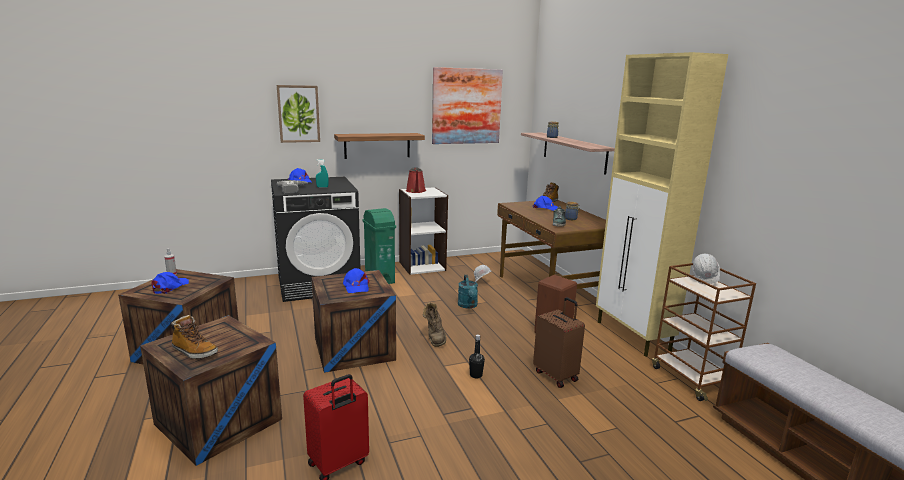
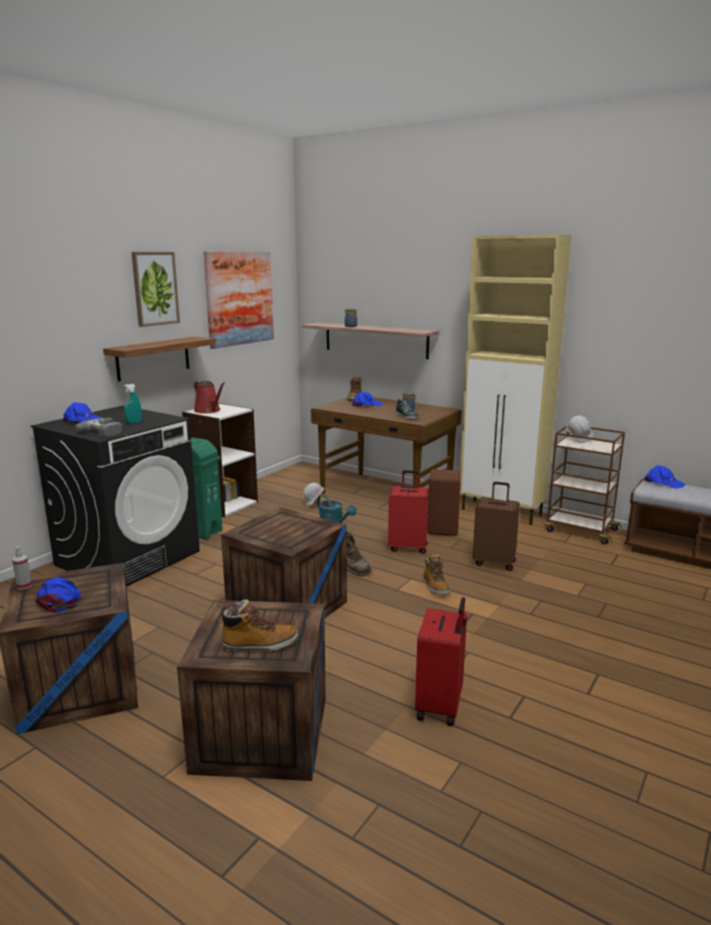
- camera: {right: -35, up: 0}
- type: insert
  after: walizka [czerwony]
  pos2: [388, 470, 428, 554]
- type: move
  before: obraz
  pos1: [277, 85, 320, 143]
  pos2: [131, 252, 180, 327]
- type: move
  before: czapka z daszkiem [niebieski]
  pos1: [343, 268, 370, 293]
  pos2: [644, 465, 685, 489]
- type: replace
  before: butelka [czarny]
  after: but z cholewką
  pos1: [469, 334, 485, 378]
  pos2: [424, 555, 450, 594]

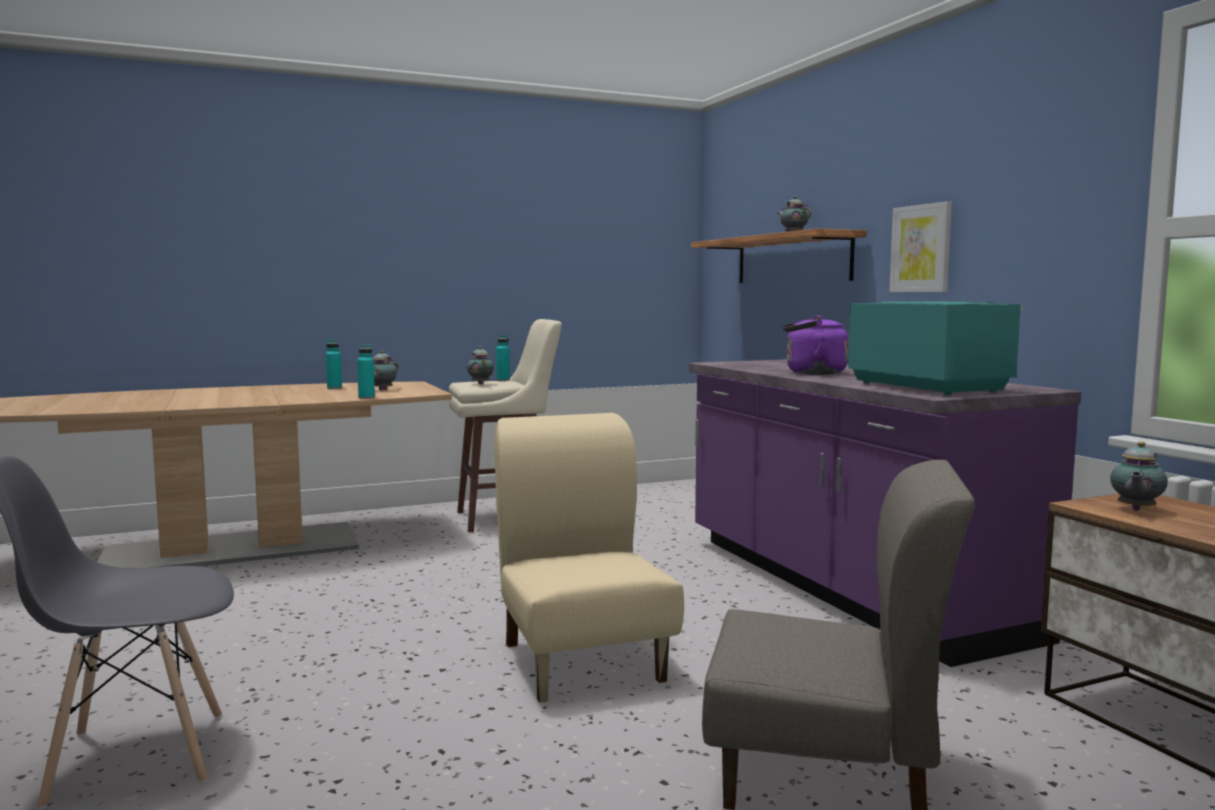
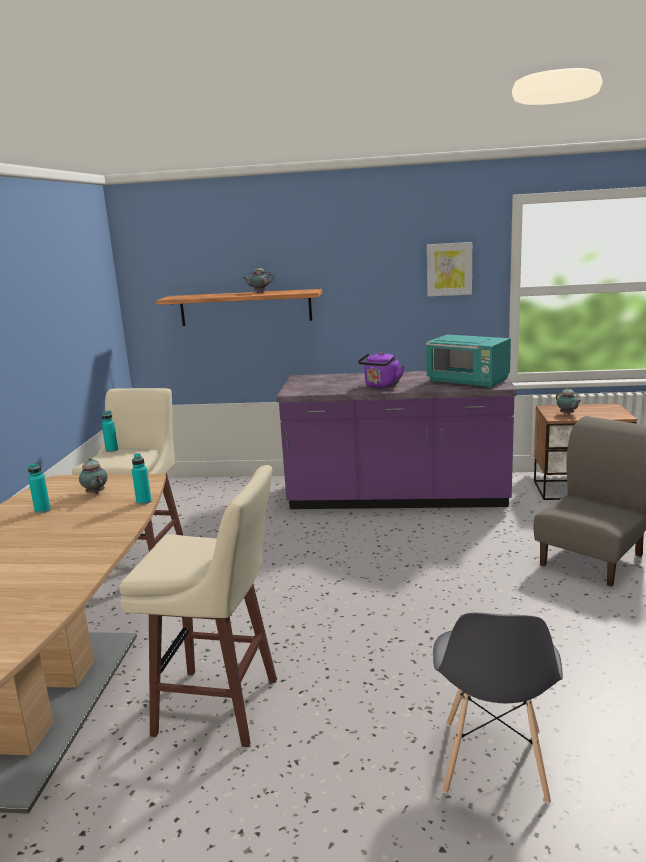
- camera: {right: -60, up: 10}
- type: delete
  before: imbryk
  pos1: [467, 346, 494, 384]
- type: delete
  before: krzesło [beżowy]
  pos1: [495, 413, 684, 703]
- type: insert
  after: stołek [beżowy]
  pos2: [119, 465, 277, 747]
- type: move
  before: obraz
  pos1: [890, 201, 952, 292]
  pos2: [427, 242, 472, 296]
- type: rotate
  before: mikrofalówka [turkusowy]
  pos1: [848, 302, 1023, 395]
  pos2: [426, 335, 511, 388]
  turn: -150

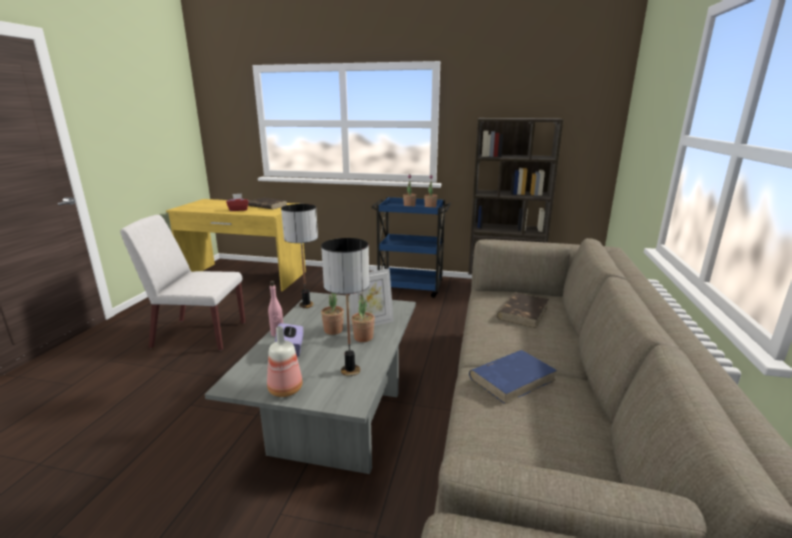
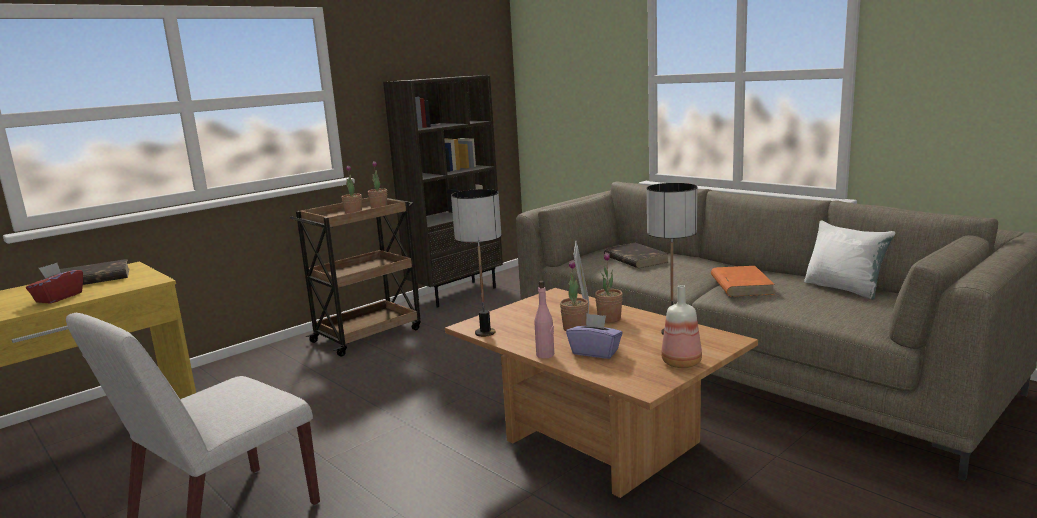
- camera: {right: -55, up: -5}
- type: insert
  after: poduszka [biały]
  pos2: [804, 221, 895, 300]
- type: recolor
  before: ława [szary]
  after: ława [brązowy]
  pos1: [205, 292, 416, 474]
  pos2: [445, 288, 758, 498]
- type: recolor
  before: wózek [niebieski]
  after: wózek [brązowy]
  pos1: [371, 197, 451, 298]
  pos2: [290, 198, 421, 357]
- type: recolor
  before: książka [niebieski]
  after: książka [pomarańczowy]
  pos1: [469, 350, 557, 404]
  pos2: [711, 266, 775, 297]

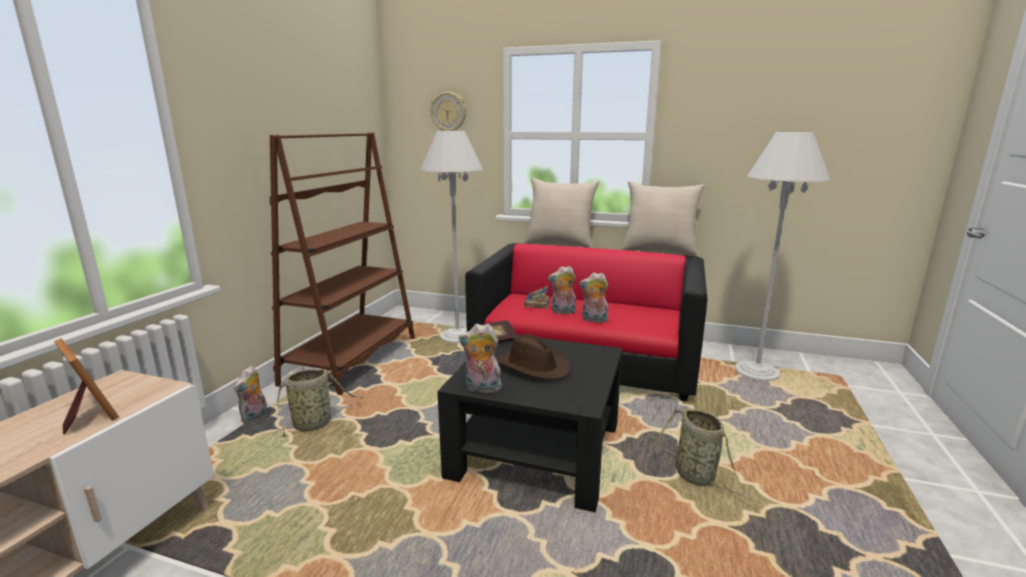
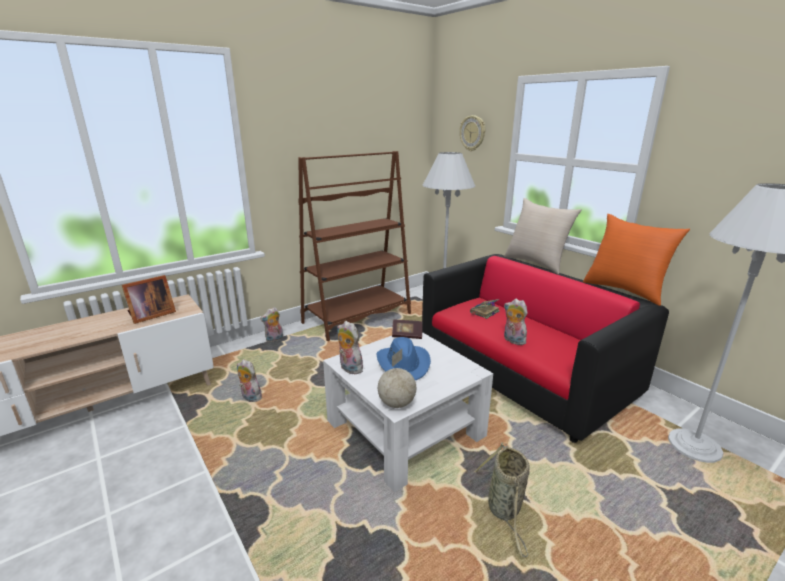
- camera: {right: 35, up: 5}
- type: delete
  before: koszyk
  pos1: [272, 369, 364, 437]
- type: insert
  after: globus
  pos2: [378, 349, 416, 408]
- type: move
  before: pluszak
  pos1: [548, 266, 576, 314]
  pos2: [237, 359, 262, 402]
- type: recolor
  before: ława [czarny]
  after: ława [biały]
  pos1: [437, 335, 622, 512]
  pos2: [323, 332, 493, 492]
- type: recolor
  before: kapelusz [brązowy]
  after: kapelusz [niebieski]
  pos1: [496, 334, 571, 380]
  pos2: [376, 337, 431, 380]
- type: recolor
  before: poduszka [beżowy]
  after: poduszka [pomarańczowy]
  pos1: [621, 181, 705, 257]
  pos2: [583, 214, 690, 306]
- type: rotate
  before: ramka na zdjęcie
  pos1: [54, 339, 119, 434]
  pos2: [122, 275, 176, 324]
  turn: 60

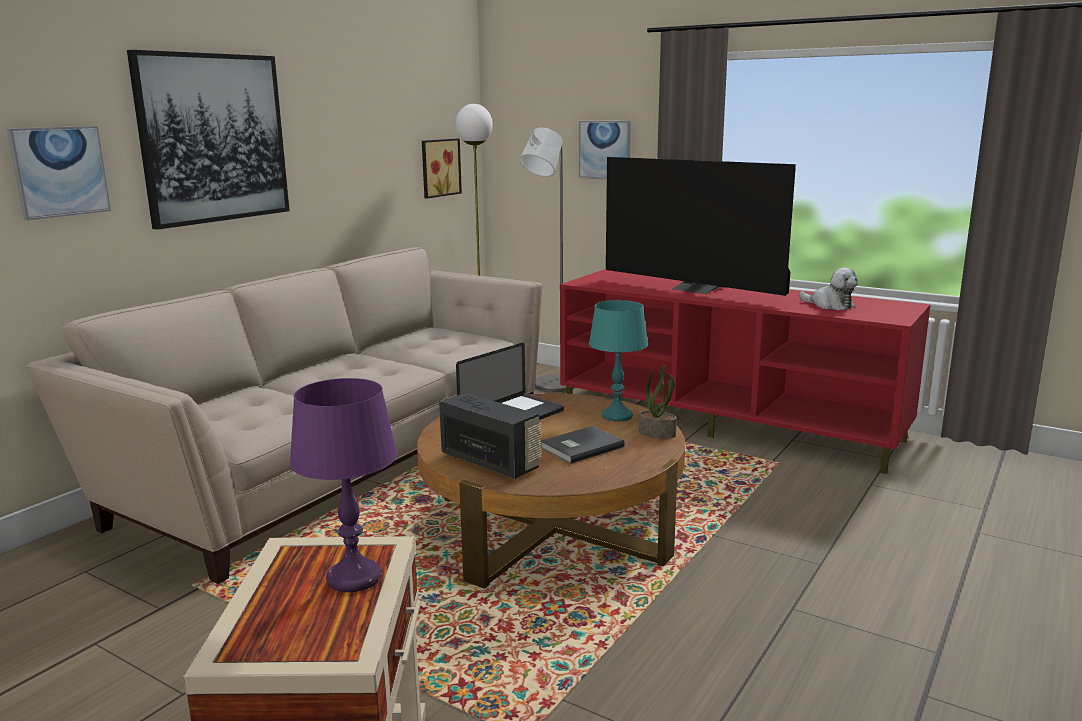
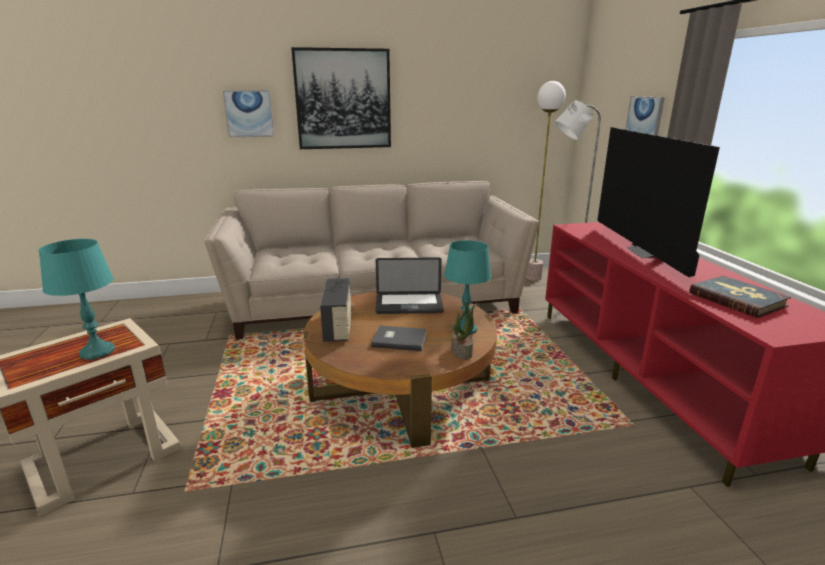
- camera: {right: 45, up: 5}
- type: delete
  before: obraz
  pos1: [422, 138, 462, 199]
- type: replace
  before: pluszak
  after: książka
  pos1: [799, 268, 858, 310]
  pos2: [689, 276, 791, 318]
- type: recolor
  before: lampa stołowa [fioletowy]
  after: lampa stołowa [turkusowy]
  pos1: [289, 378, 397, 592]
  pos2: [39, 239, 115, 360]

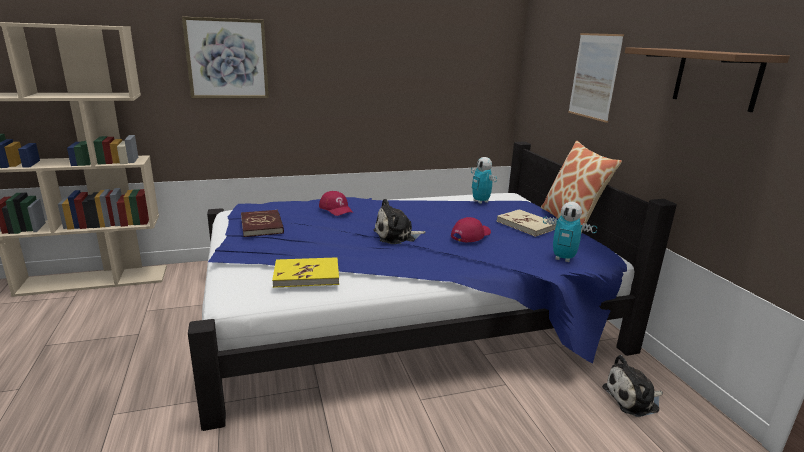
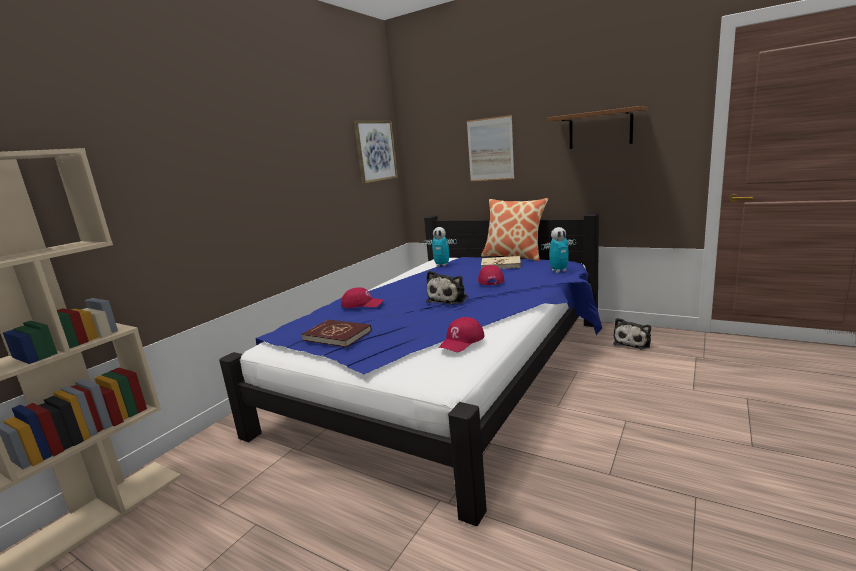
- camera: {right: -40, up: -5}
- type: move
  before: obraz
  pos1: [182, 17, 269, 98]
  pos2: [354, 121, 398, 184]
- type: replace
  before: książka [żółty]
  after: czapka z daszkiem [czerwony]
  pos1: [272, 257, 339, 288]
  pos2: [438, 317, 485, 352]

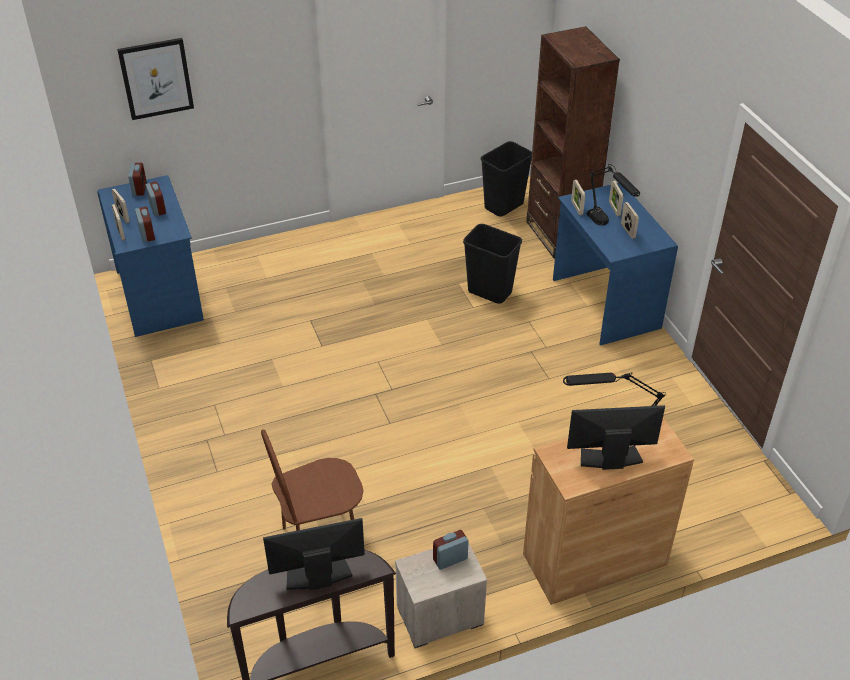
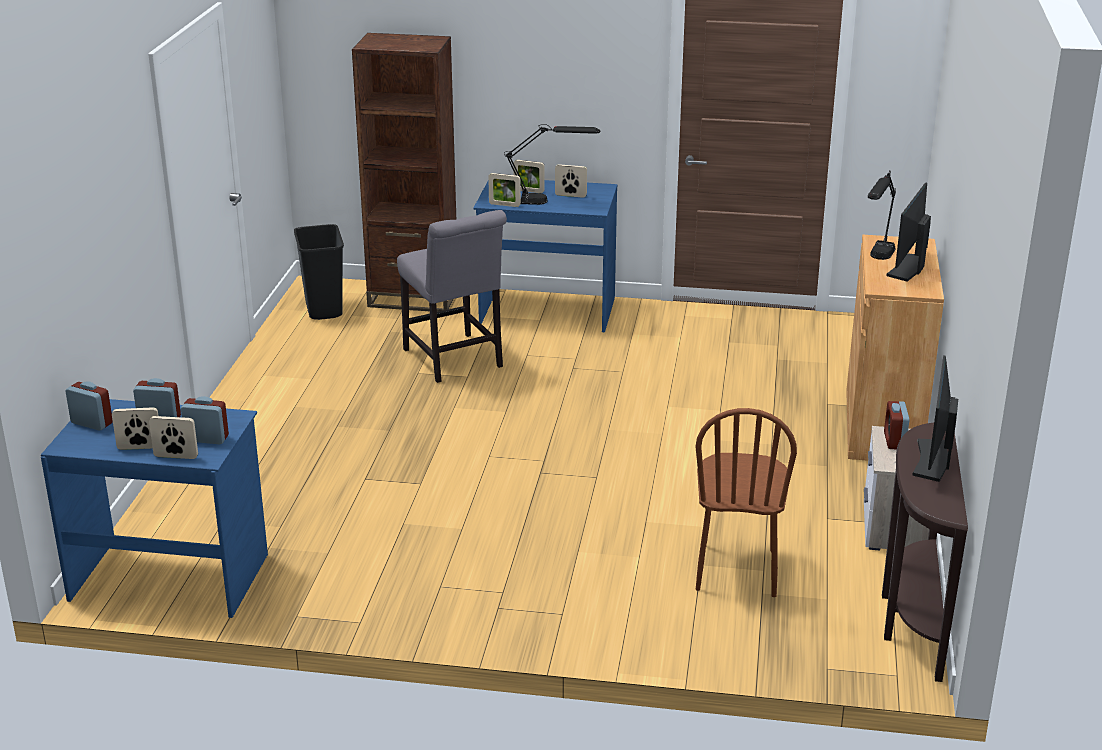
- camera: {right: -60, up: -15}
- type: delete
  before: obraz
  pos1: [117, 38, 194, 120]
- type: replace
  before: kosz na śmieci [czarny]
  after: krzesło [szary]
  pos1: [463, 224, 522, 304]
  pos2: [397, 210, 507, 383]

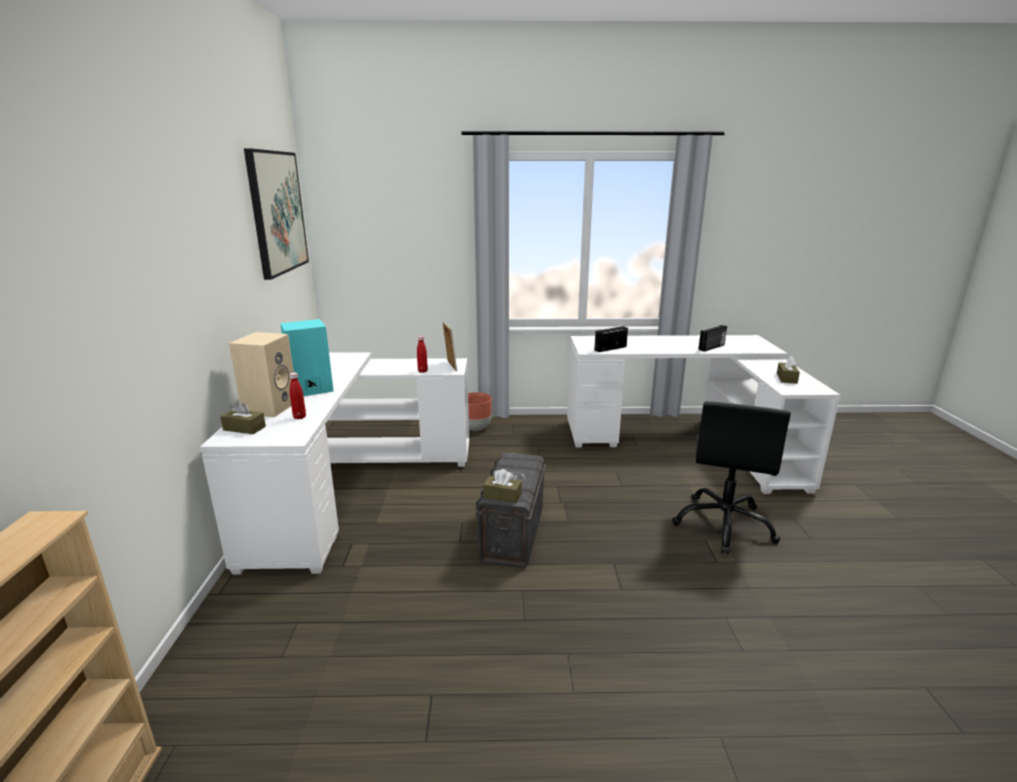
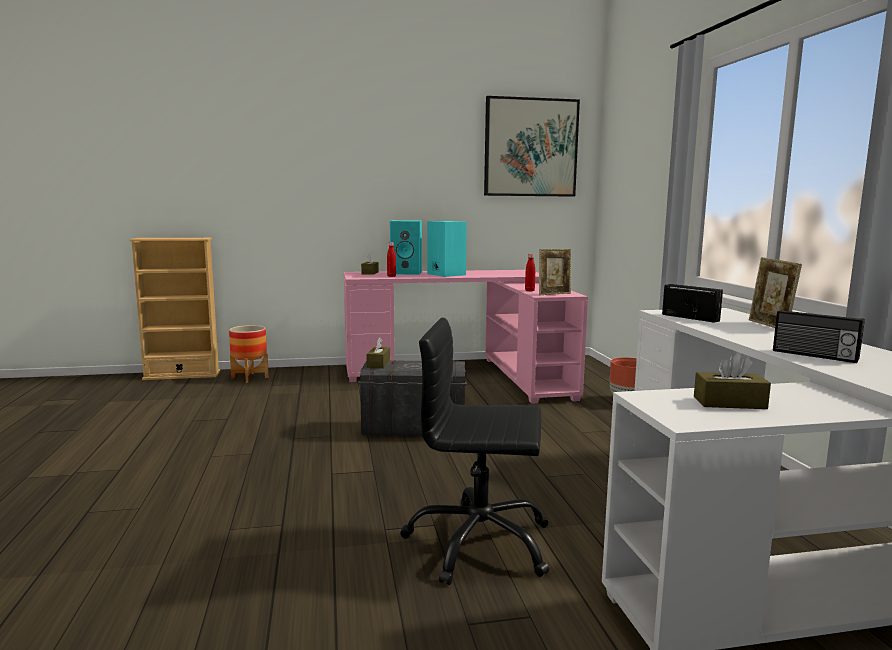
- camera: {right: 80, up: -10}
- type: insert
  after: donica
  pos2: [229, 325, 269, 383]
- type: insert
  after: ramka na zdjęcie
  pos2: [749, 257, 802, 328]
- type: recolor
  before: biurko [biały]
  after: biurko [różowy]
  pos1: [200, 352, 469, 575]
  pos2: [344, 270, 588, 404]
- type: recolor
  before: głośnik [beżowy]
  after: głośnik [turkusowy]
  pos1: [229, 332, 294, 417]
  pos2: [390, 220, 422, 275]

